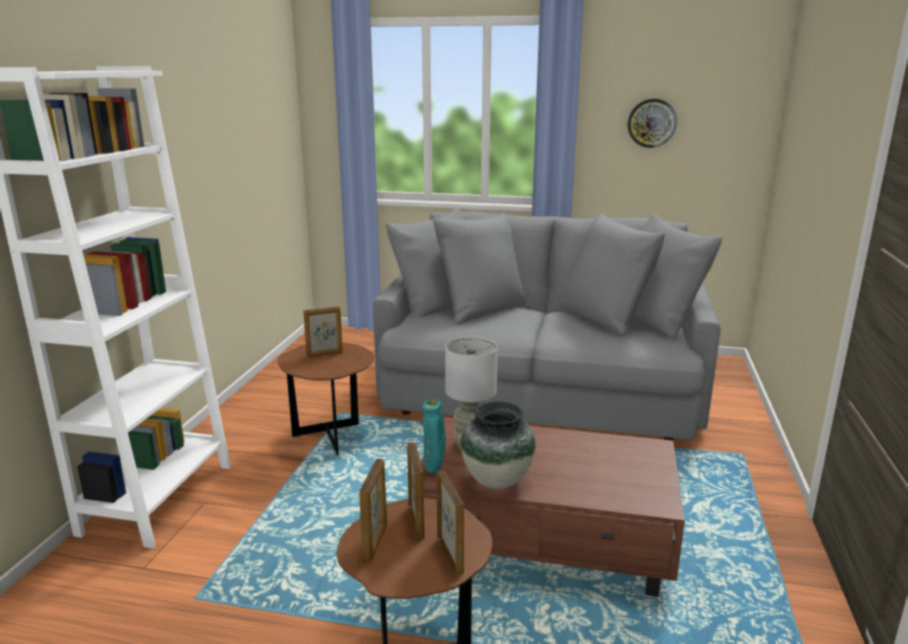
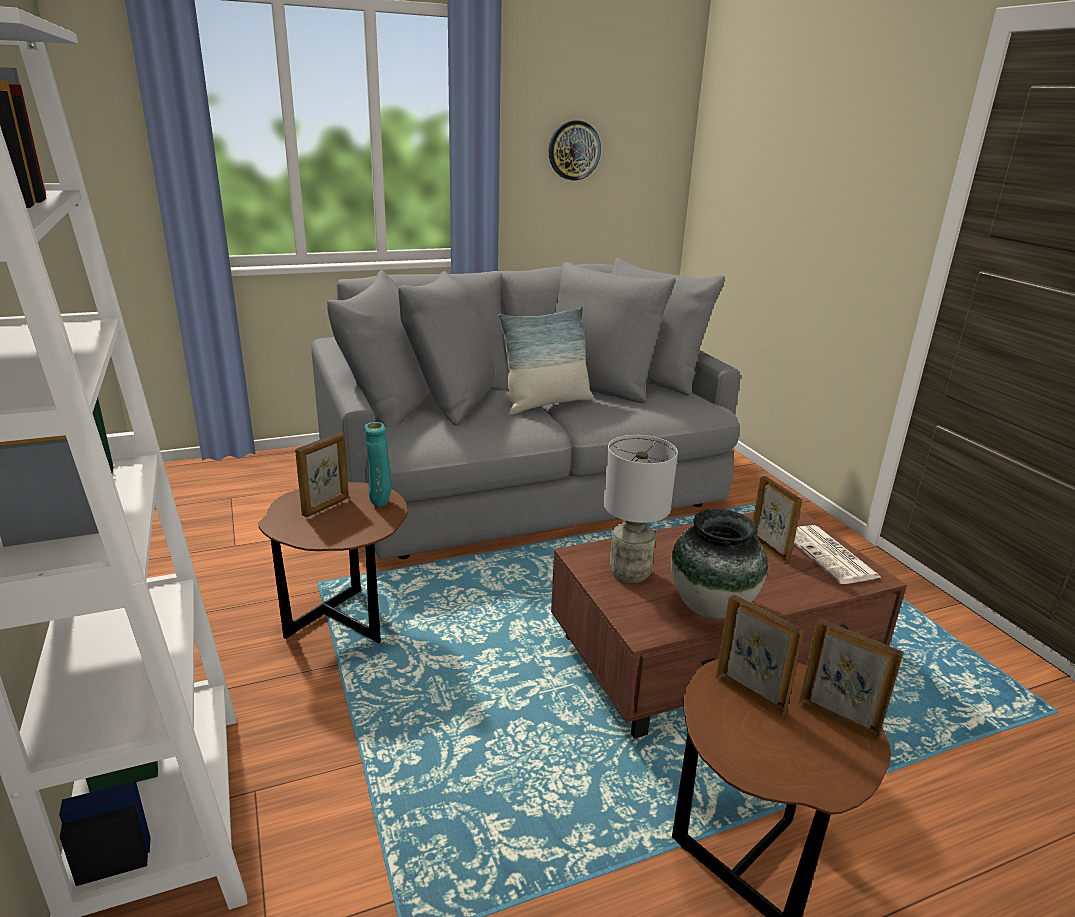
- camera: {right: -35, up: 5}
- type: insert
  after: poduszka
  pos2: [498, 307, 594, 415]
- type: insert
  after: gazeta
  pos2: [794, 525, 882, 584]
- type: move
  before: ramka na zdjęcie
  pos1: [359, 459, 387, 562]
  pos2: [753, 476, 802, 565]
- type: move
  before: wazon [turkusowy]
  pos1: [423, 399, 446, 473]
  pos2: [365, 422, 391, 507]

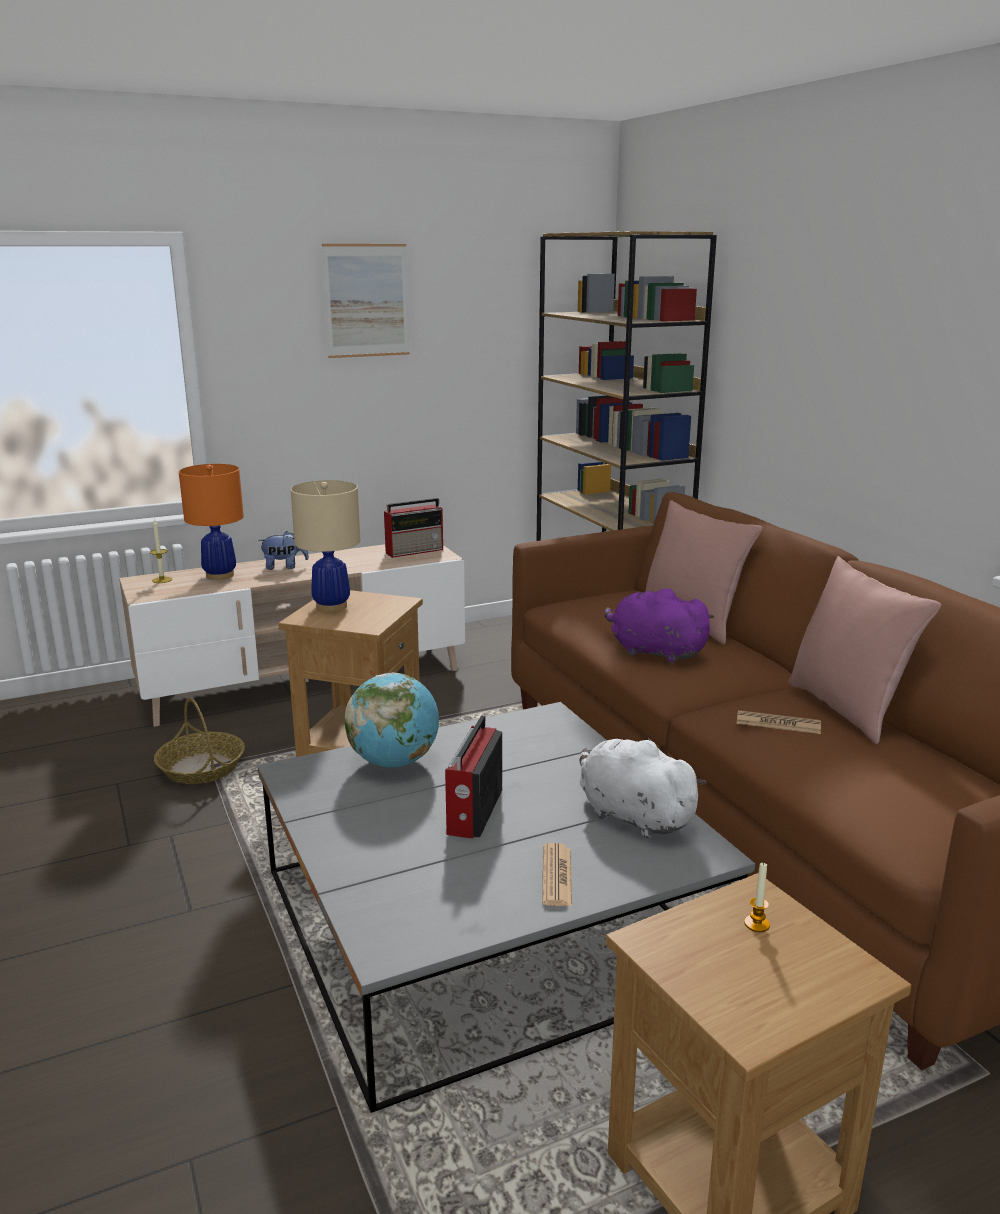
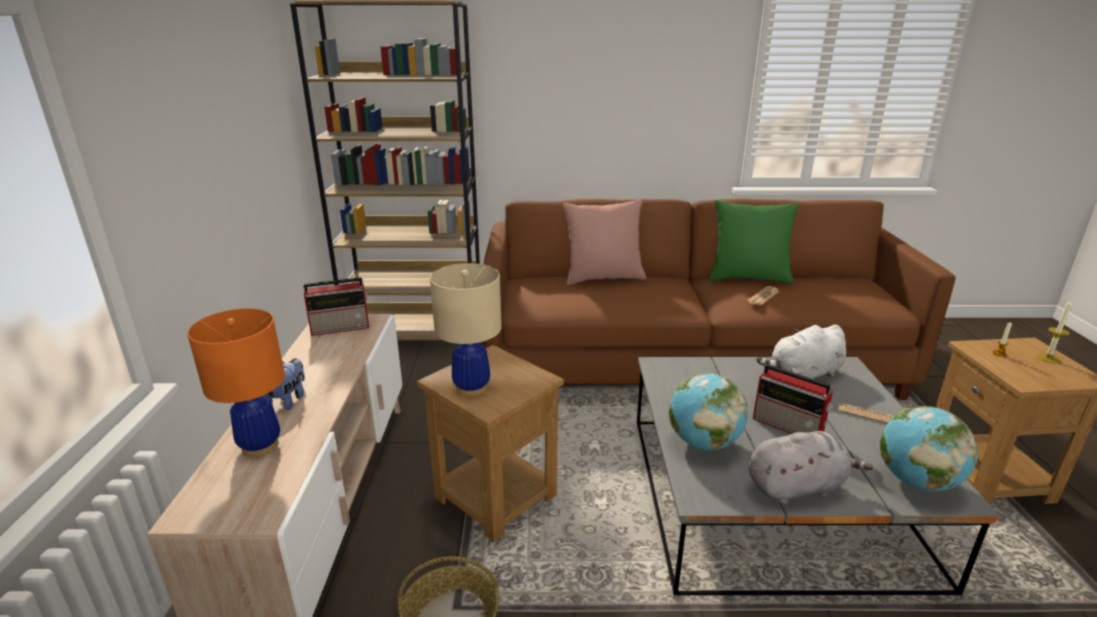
- camera: {right: -65, up: 5}
- type: delete
  before: obraz
  pos1: [322, 244, 410, 358]
- type: delete
  before: pluszak [fioletowy]
  pos1: [604, 588, 714, 663]
- type: insert
  after: pluszak [szary]
  pos2: [748, 431, 873, 504]
- type: insert
  after: globus
  pos2: [880, 406, 978, 491]
- type: move
  before: świeca
  pos1: [150, 519, 172, 583]
  pos2: [1036, 300, 1072, 363]
- type: recolor
  before: poduszka [różowy]
  after: poduszka [zielony]
  pos1: [788, 556, 941, 744]
  pos2: [709, 200, 799, 284]
- type: rotate
  before: radio
  pos1: [384, 498, 443, 558]
  pos2: [303, 277, 369, 336]
  turn: 75

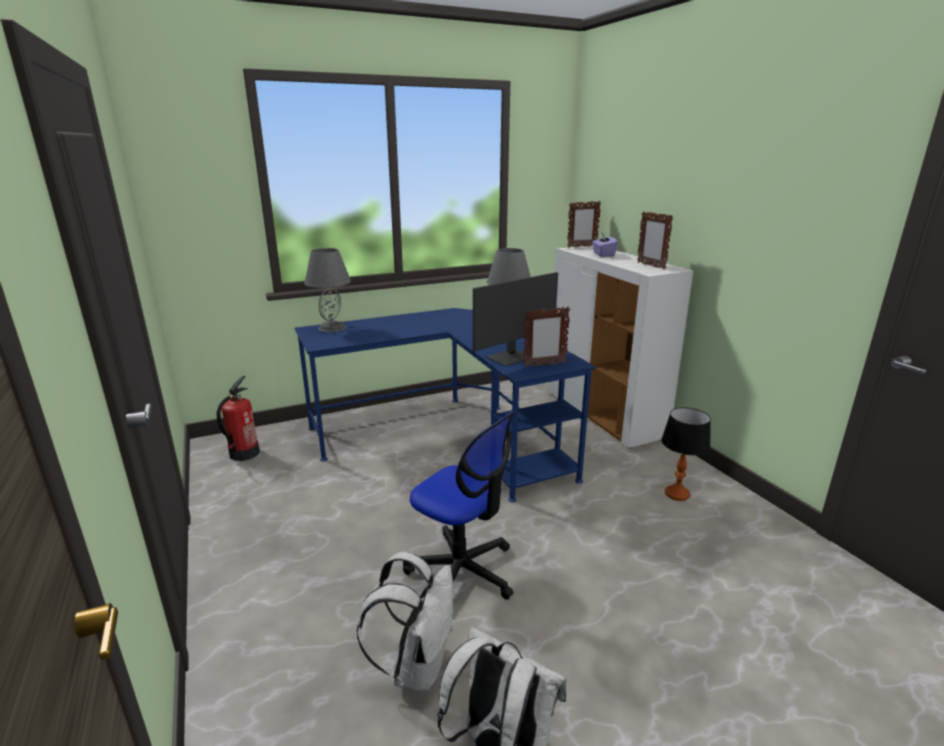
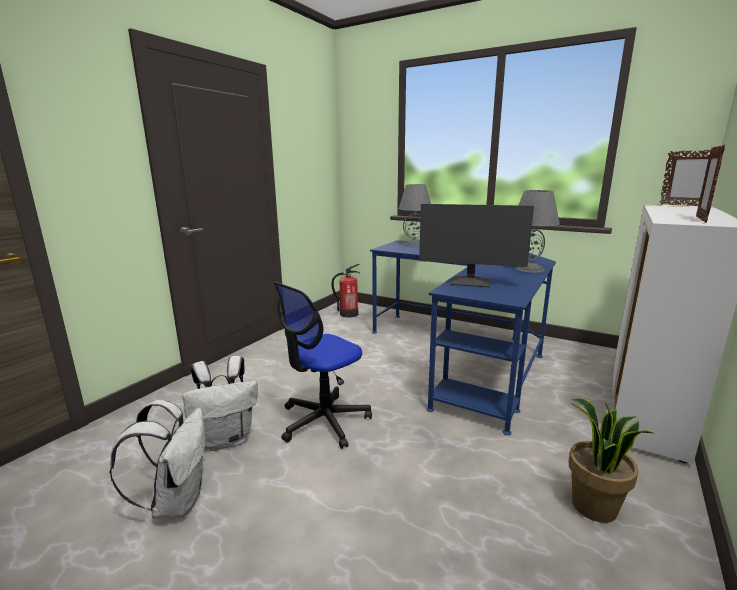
- camera: {right: 55, up: -5}
- type: delete
  before: ramka na zdjęcie
  pos1: [524, 307, 570, 367]
- type: delete
  before: pudełko chusteczek [fioletowy]
  pos1: [592, 232, 618, 257]
- type: replace
  before: lampa stołowa
  after: roślina doniczkowa
  pos1: [661, 407, 711, 501]
  pos2: [569, 398, 653, 523]
- type: rotate
  before: krzesło biurowe
  pos1: [403, 411, 515, 600]
  pos2: [274, 282, 372, 449]
  turn: 45

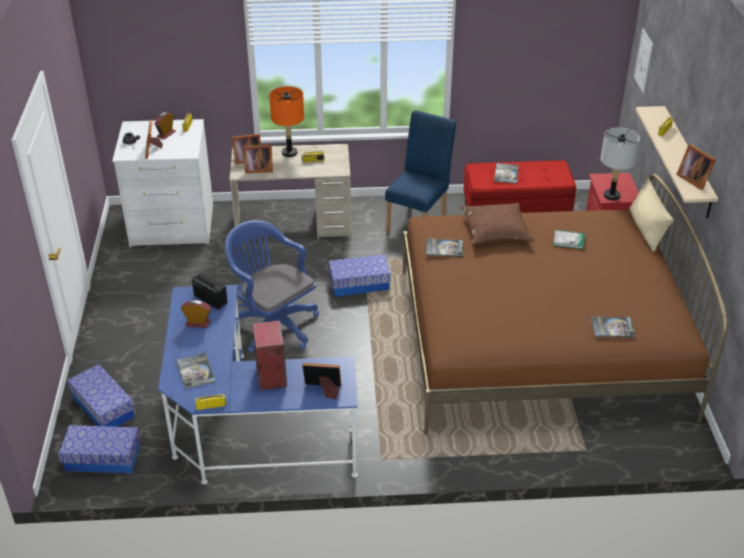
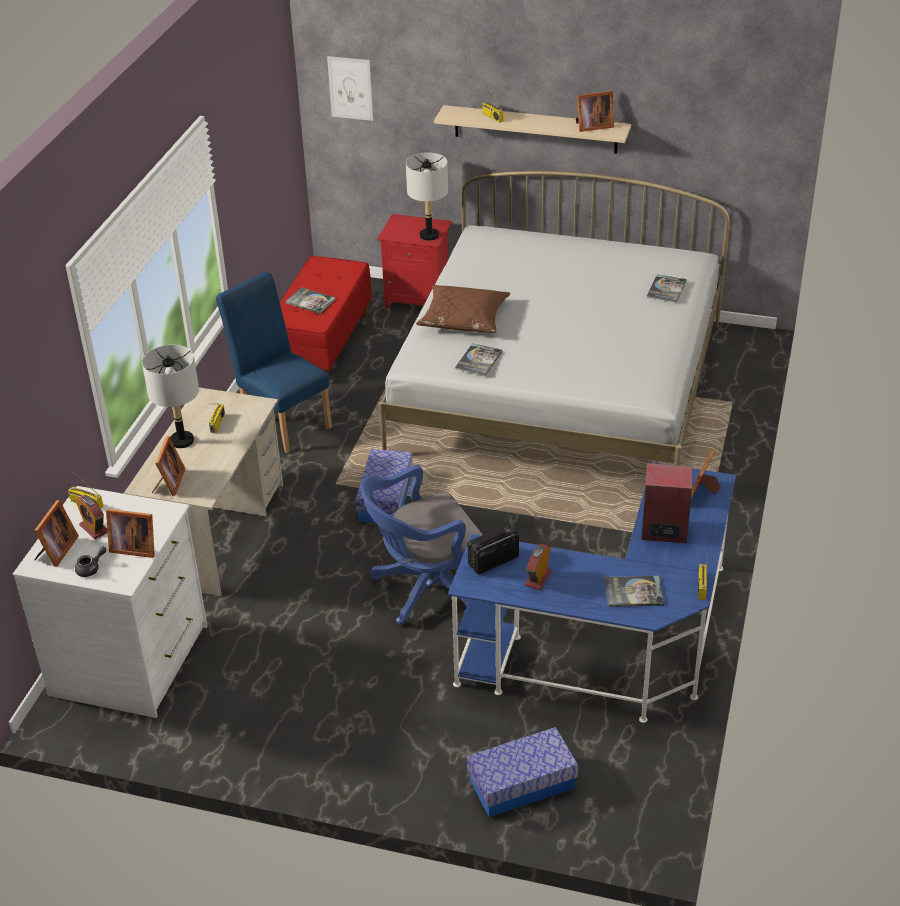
- camera: {right: -70, up: 0}
- type: delete
  before: pojemnik do przechowywania
  pos1: [59, 425, 140, 473]
- type: delete
  before: książka
  pos1: [553, 230, 585, 249]
- type: delete
  before: poduszka [beżowy]
  pos1: [629, 178, 674, 252]
- type: move
  before: ramka na zdjęcie
  pos1: [243, 145, 273, 173]
  pos2: [34, 500, 79, 567]
- type: recolor
  before: lampa stołowa [pomarańczowy]
  after: lampa stołowa [szary]
  pos1: [269, 86, 304, 157]
  pos2: [142, 345, 199, 448]
- type: recolor
  before: łóżko [brązowy]
  after: łóżko [biały]
  pos1: [403, 174, 728, 435]
  pos2: [379, 171, 730, 466]

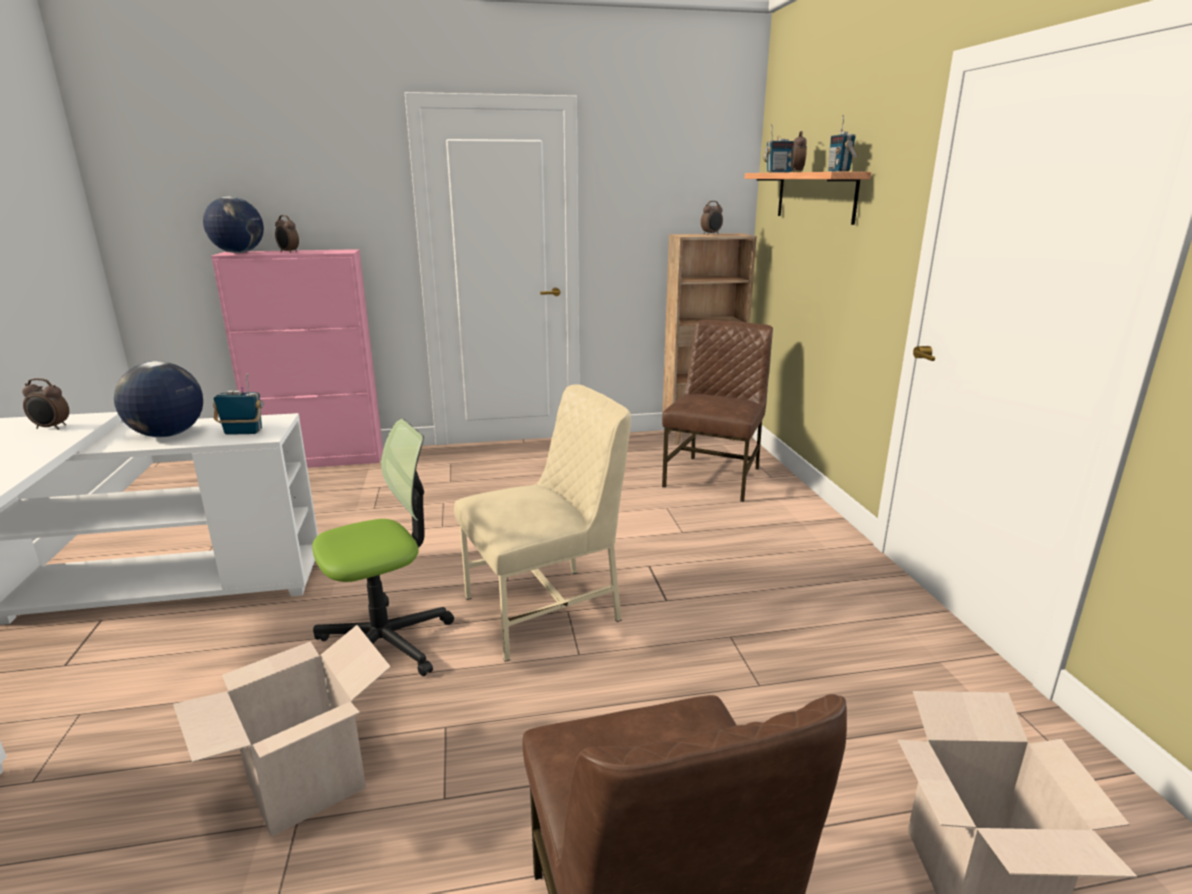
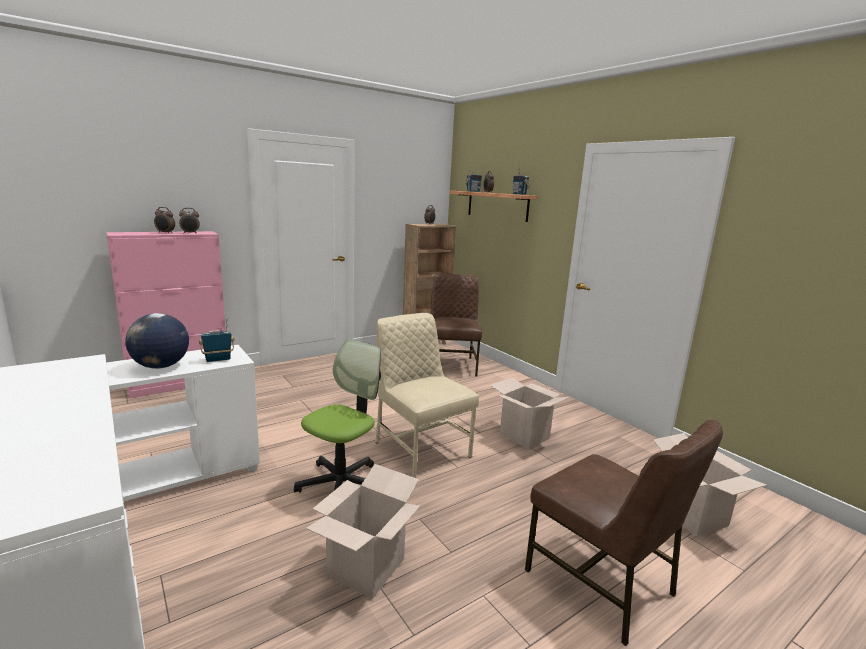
- camera: {right: -25, up: -5}
- type: delete
  before: globus
  pos1: [203, 197, 264, 253]
- type: insert
  after: karton
  pos2: [490, 378, 569, 449]
- type: move
  before: budzik
  pos1: [22, 378, 69, 430]
  pos2: [179, 208, 200, 234]
- type: rotate
  before: krzesło [beżowy]
  pos1: [454, 384, 631, 662]
  pos2: [375, 313, 479, 478]
  turn: -75

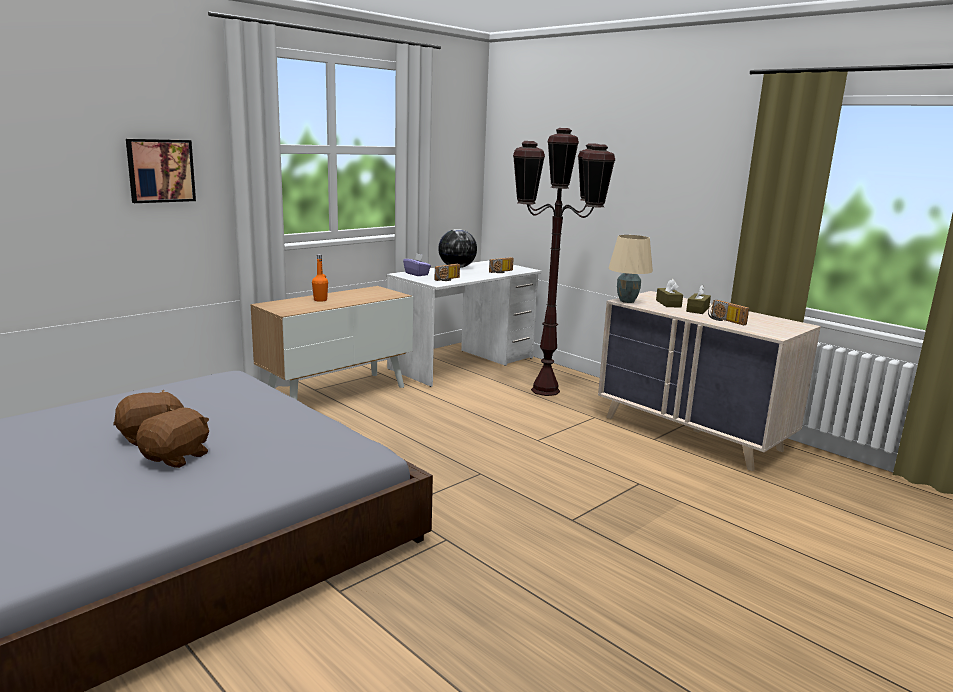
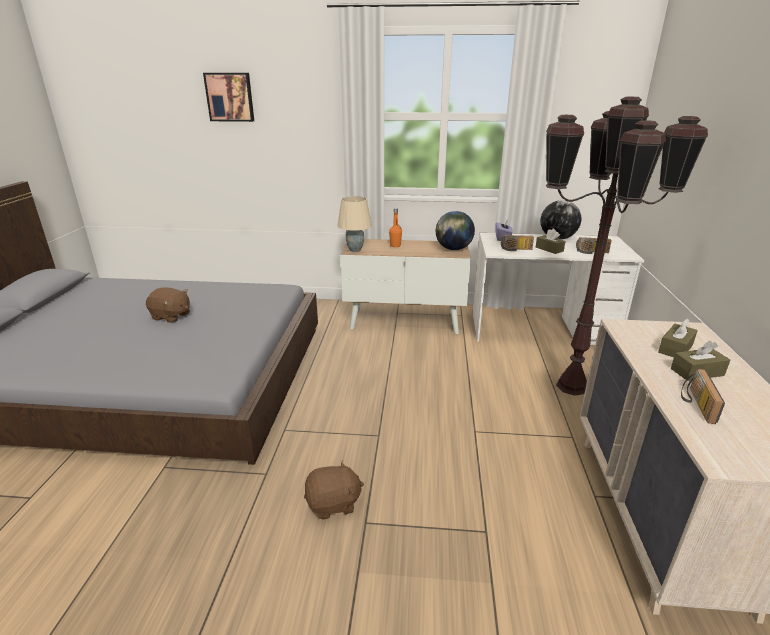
- camera: {right: 50, up: 10}
- type: insert
  after: globus
  pos2: [436, 211, 475, 250]
- type: insert
  after: pudełko chusteczek [brązowy]
  pos2: [536, 229, 566, 254]
- type: move
  before: obraz
  pos1: [126, 139, 196, 203]
  pos2: [203, 73, 254, 122]
- type: move
  before: pluszak [brązowy]
  pos1: [136, 407, 209, 468]
  pos2: [304, 460, 364, 520]
- type: move
  before: lampa stołowa [beżowy]
  pos1: [608, 235, 653, 303]
  pos2: [337, 196, 372, 252]

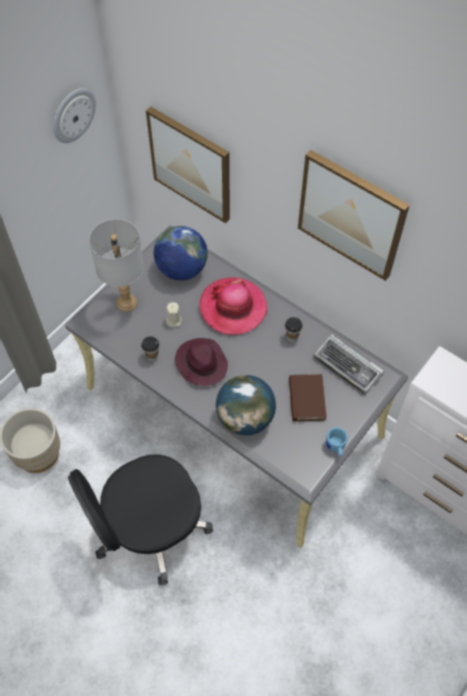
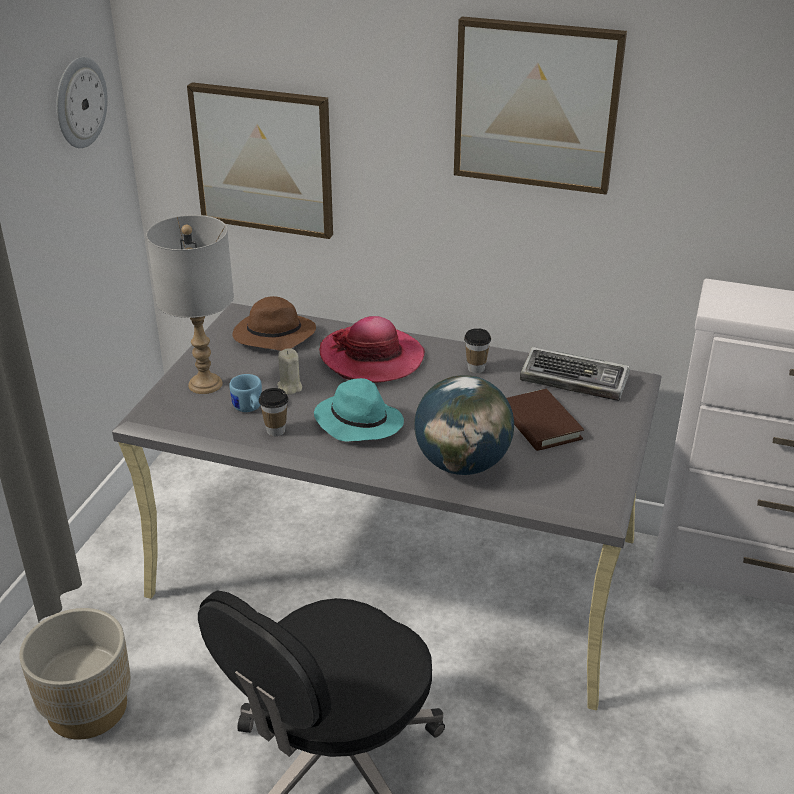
- camera: {right: -20, up: -25}
- type: move
  before: kubek [niebieski]
  pos1: [326, 427, 348, 457]
  pos2: [229, 374, 262, 412]
- type: replace
  before: globus
  after: kapelusz [brązowy]
  pos1: [154, 226, 208, 280]
  pos2: [233, 296, 316, 351]
- type: recolor
  before: kapelusz [fioletowy]
  after: kapelusz [turkusowy]
  pos1: [175, 338, 228, 386]
  pos2: [314, 378, 404, 442]

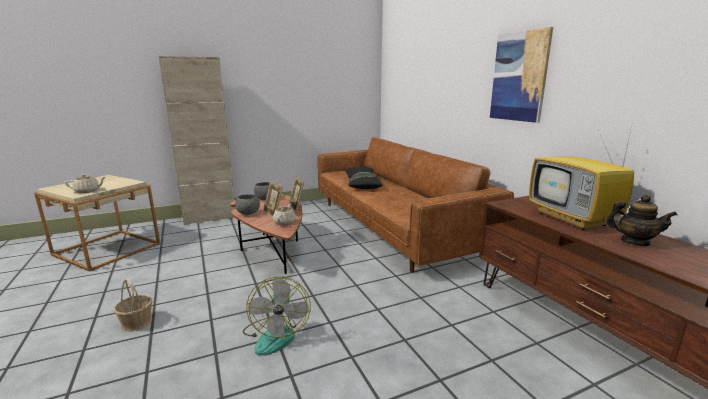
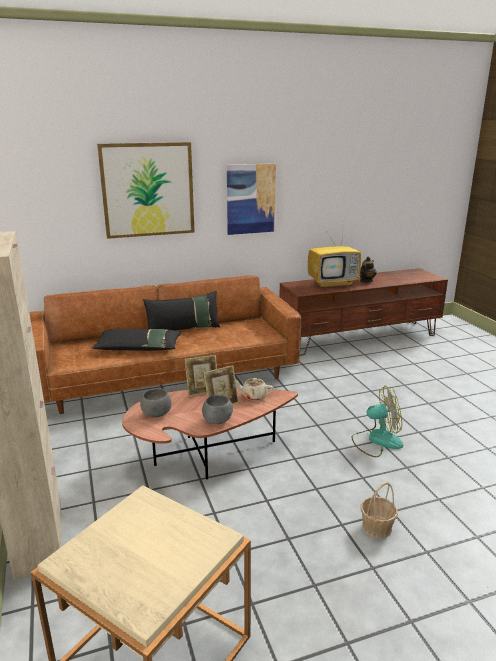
- camera: {right: -85, up: 5}
- type: delete
  before: imbryk [beżowy]
  pos1: [65, 174, 105, 193]
- type: insert
  after: obraz
  pos2: [97, 142, 195, 239]
- type: insert
  after: poduszka [czarny]
  pos2: [143, 291, 220, 330]

